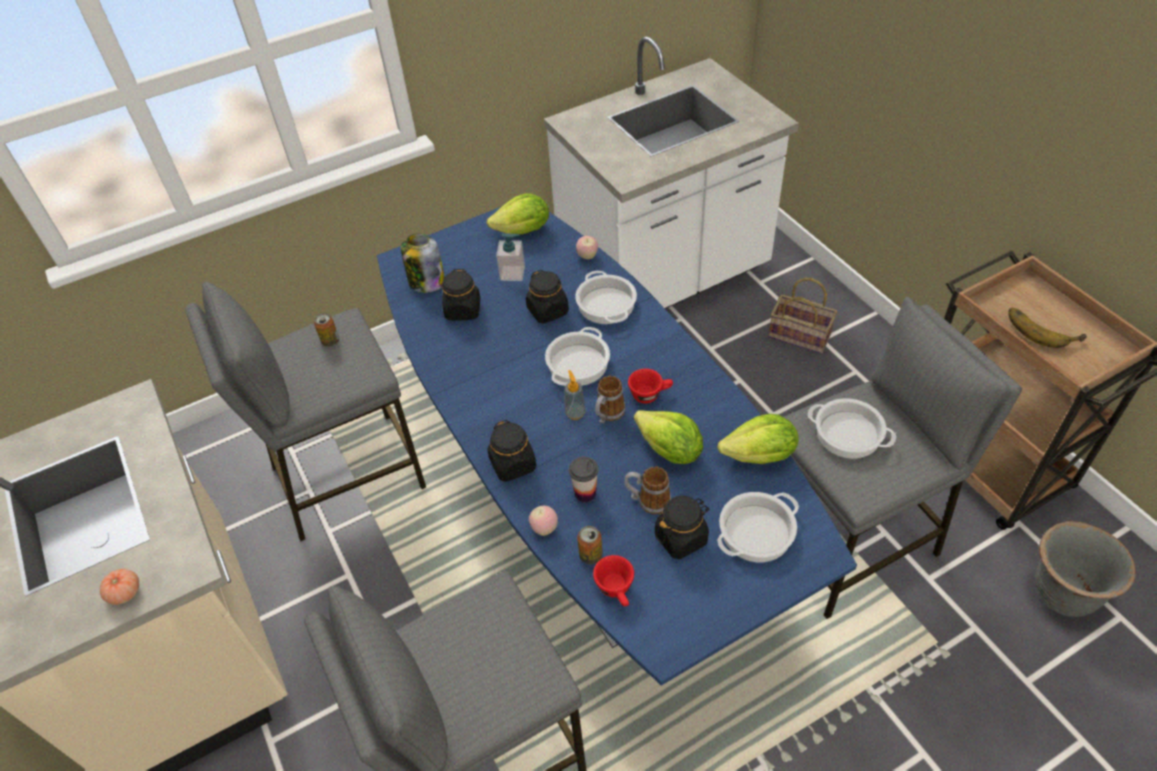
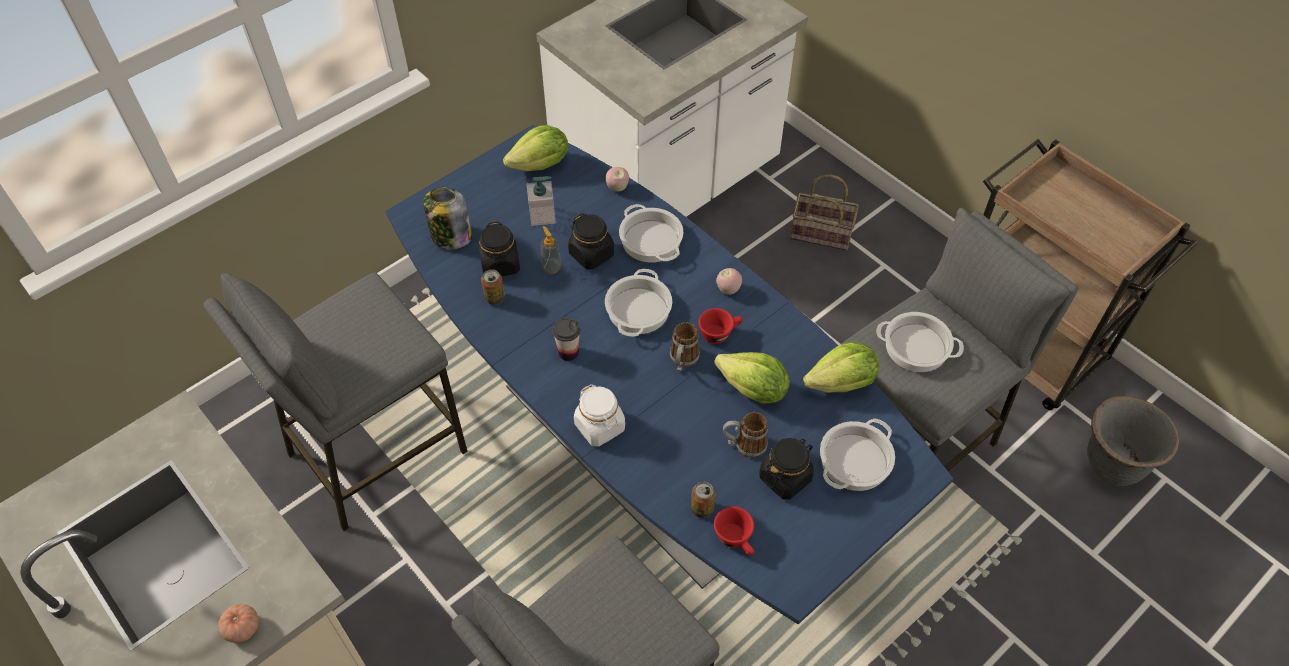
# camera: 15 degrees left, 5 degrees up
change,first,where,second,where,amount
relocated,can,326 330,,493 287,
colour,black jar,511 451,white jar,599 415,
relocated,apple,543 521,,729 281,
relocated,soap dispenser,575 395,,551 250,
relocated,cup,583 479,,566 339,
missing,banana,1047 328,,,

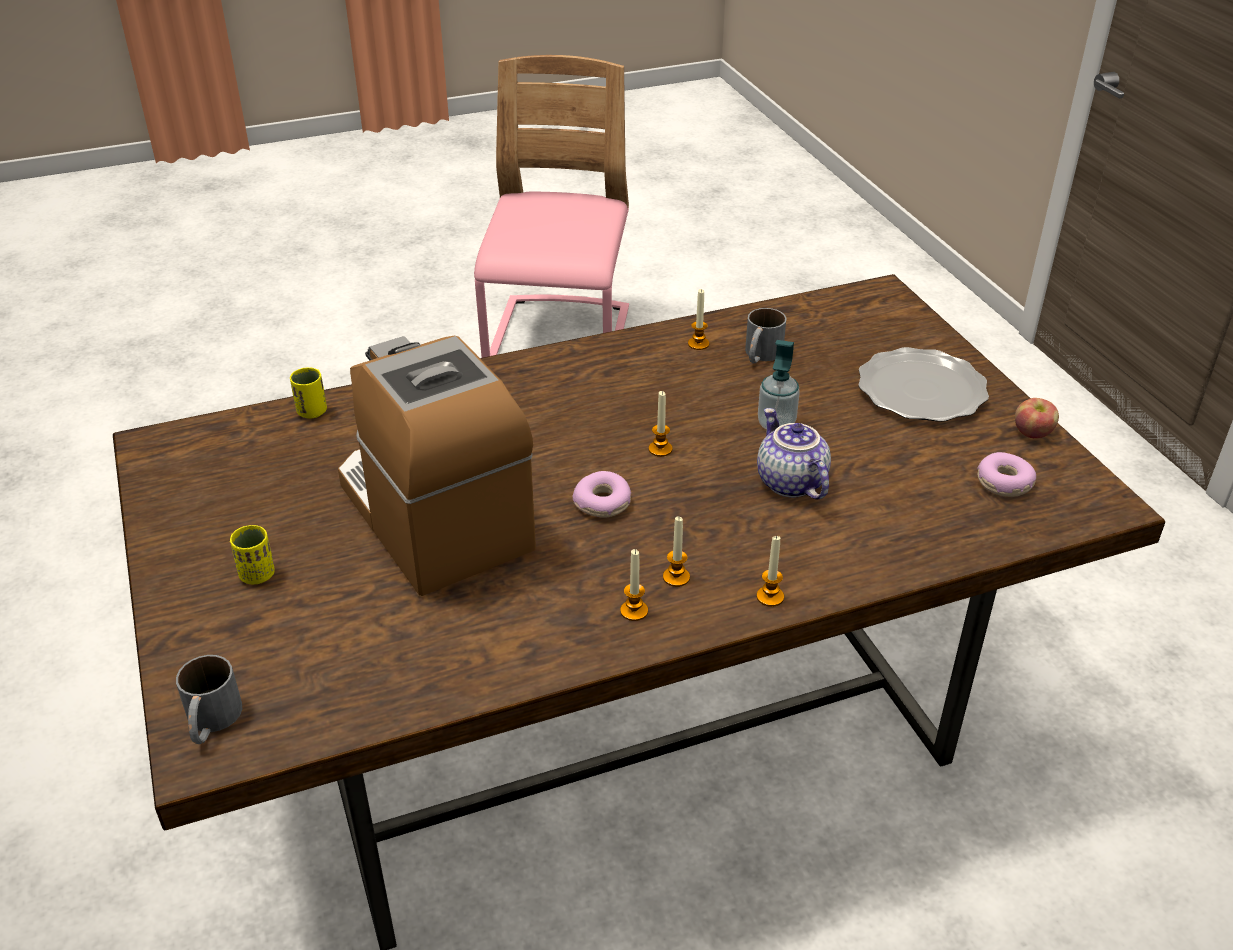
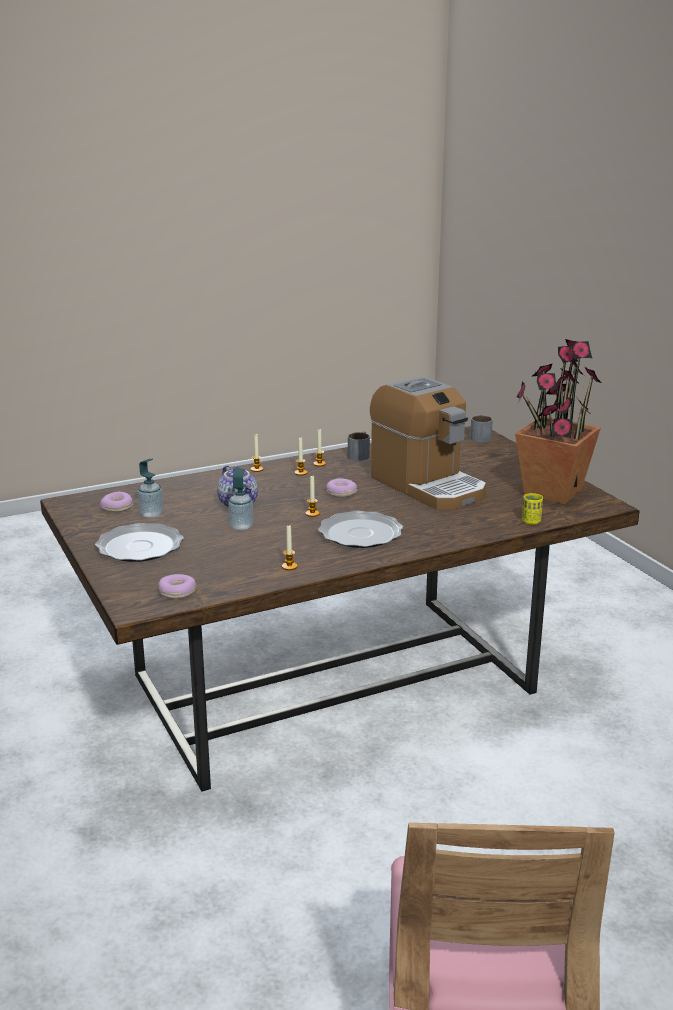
# camera: 175 degrees right, 15 degrees down
change,first,where,second,where,amount
missing,yellow cup,252 554,,,
relocated,grey mug,765 335,,359 446,
missing,apple,1037 418,,,
appeared,,,soap dispenser,150 488,
appeared,,,donut,178 586,
appeared,,,plate,360 529,
appeared,,,potted plant,558 421,

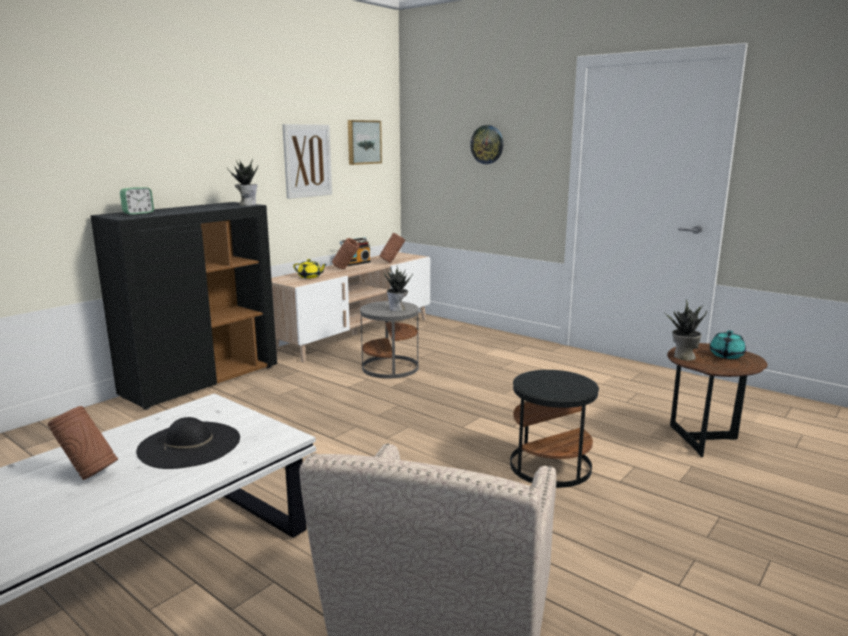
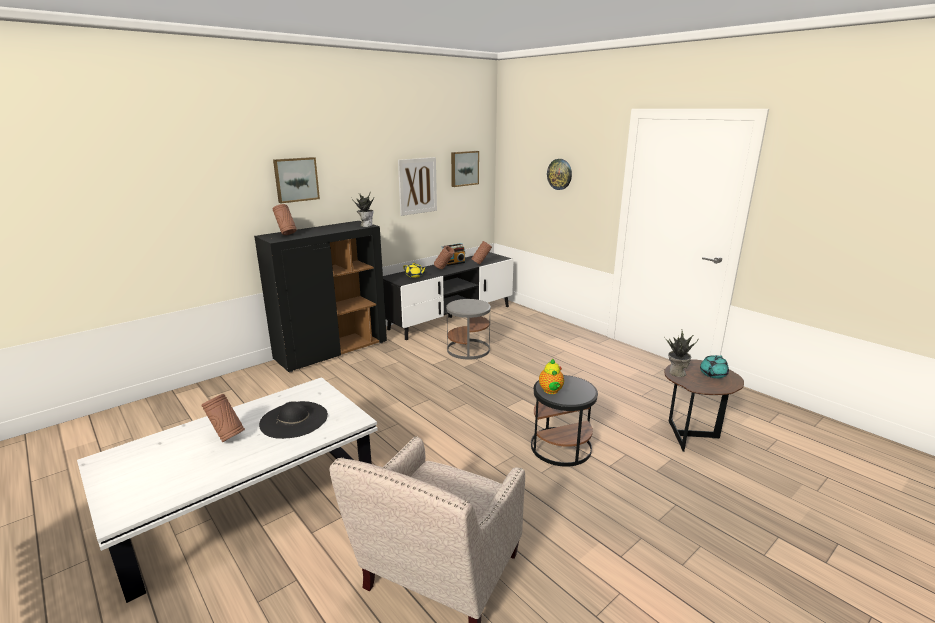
# camera: 10 degrees right, 5 degrees up
change,first,where,second,where,amount
exchanged,alarm clock,137 201,brown vase,285 219,
colour,beige tv stand,350 307,black tv stand,448 296,
missing,potted plant,398 290,,,
appeared,,,picture,296 180,
appeared,,,teapot,551 376,

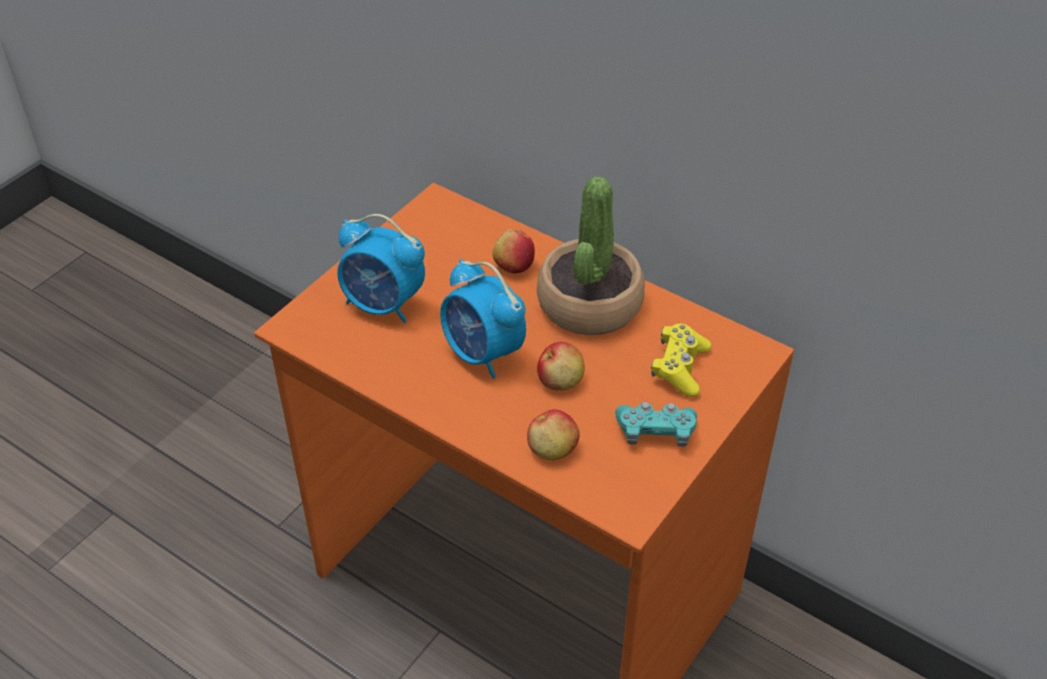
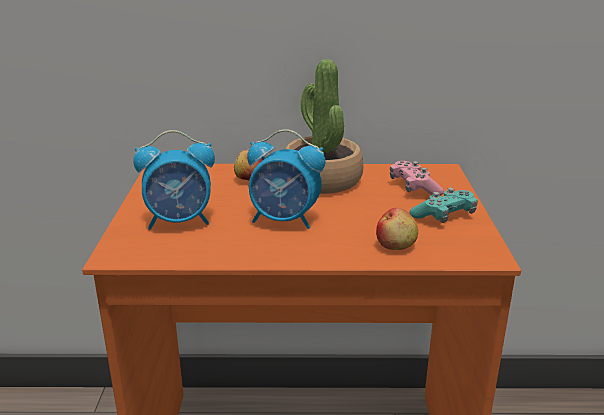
# camera: 35 degrees left, 20 degrees down
change,first,where,second,where,amount
missing,apple,560 366,,,
colour,yellow game controller,681 360,pink game controller,417 178,

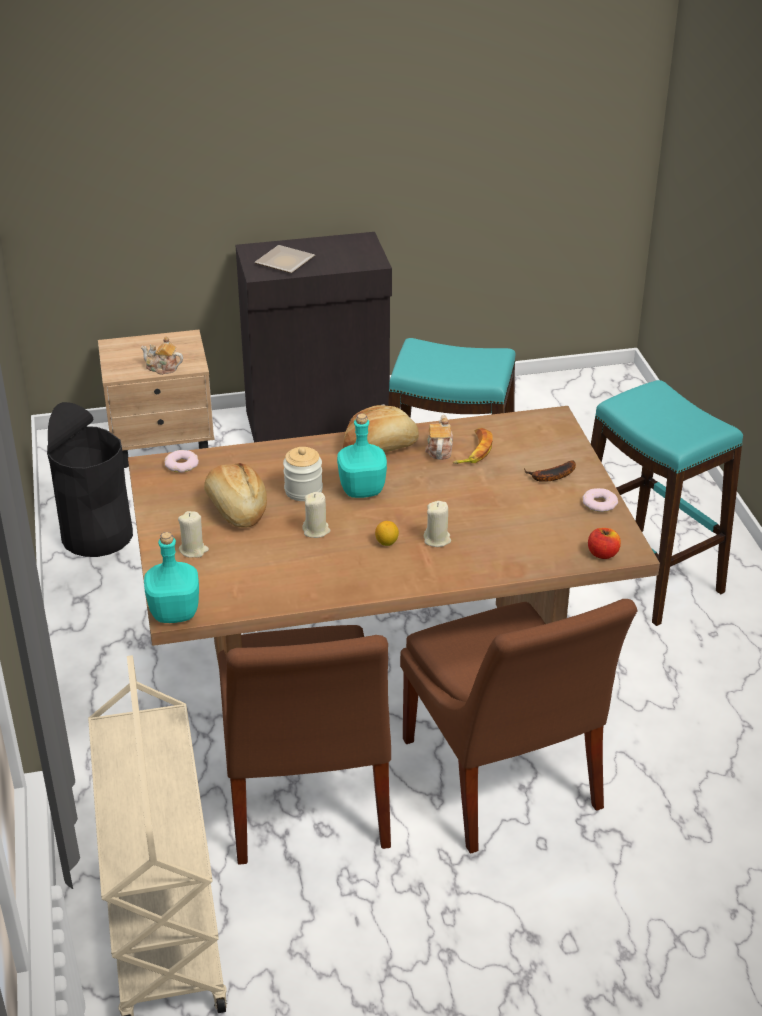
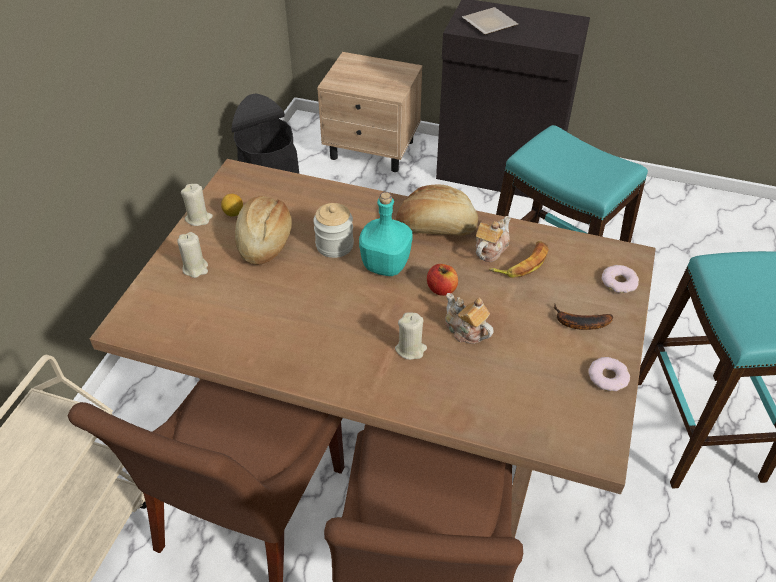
# camera: 30 degrees right, 10 degrees up
change,first,where,second,where,amount
relocated,teapot,162 355,,469 318,
missing,turquoise bottle,171 577,,,
relocated,donut,181 461,,620 279,
relocated,beige candle,316 515,,197 205,
relocated,lemon,387 533,,232 205,
relocated,apple,604 543,,442 280,

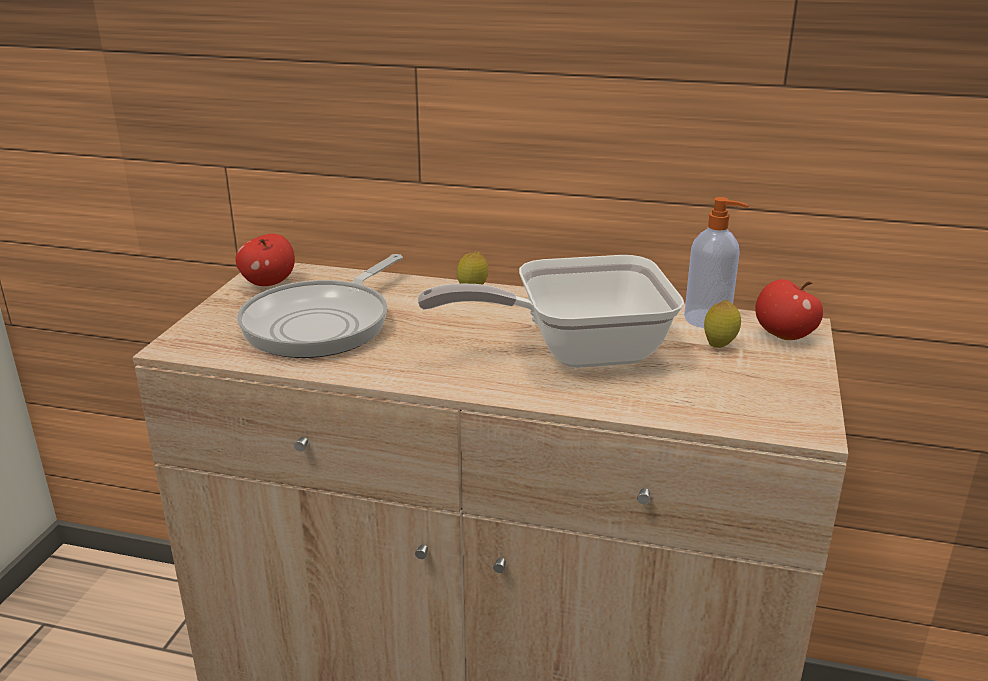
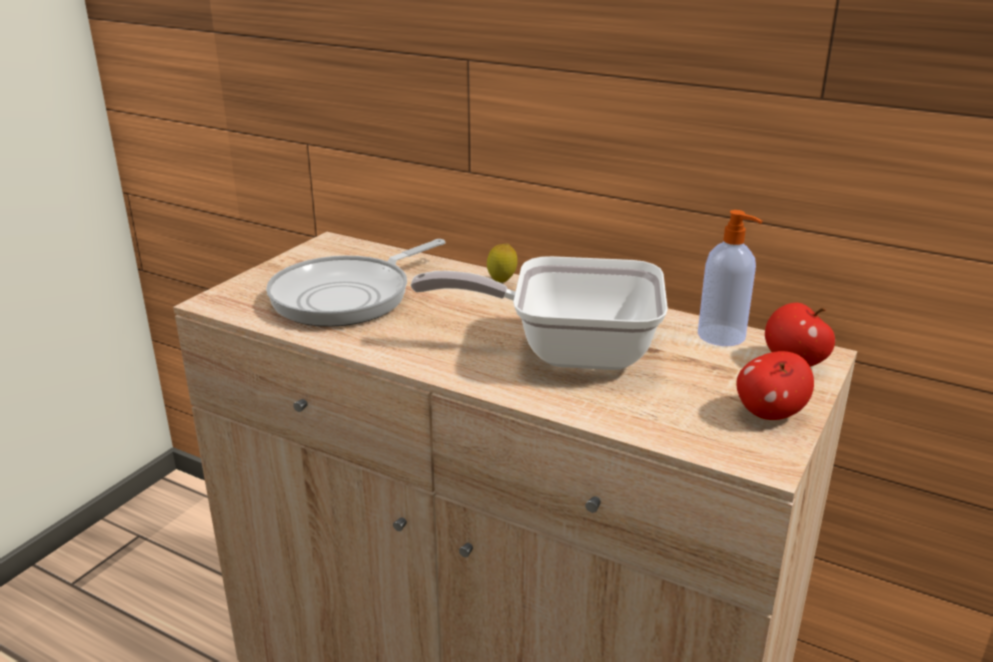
# camera: 15 degrees right, 0 degrees up
change,first,where,second,where,amount
relocated,apple,265 260,,775 385,
missing,lemon,722 324,,,

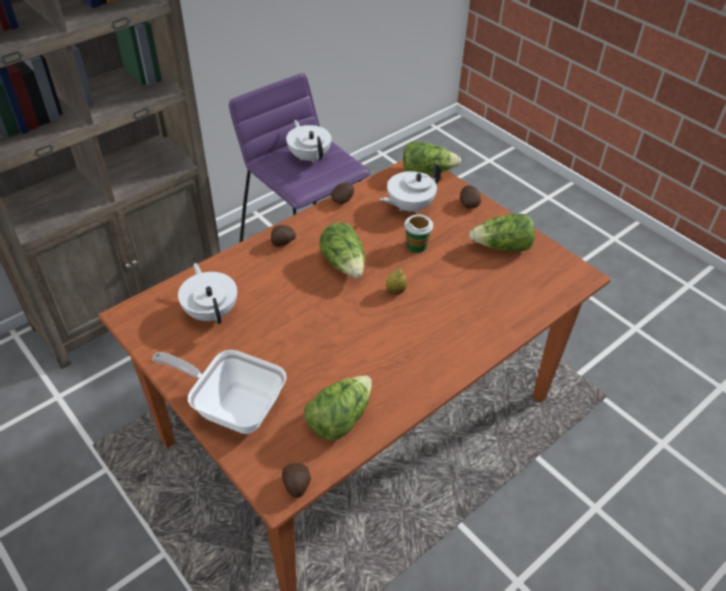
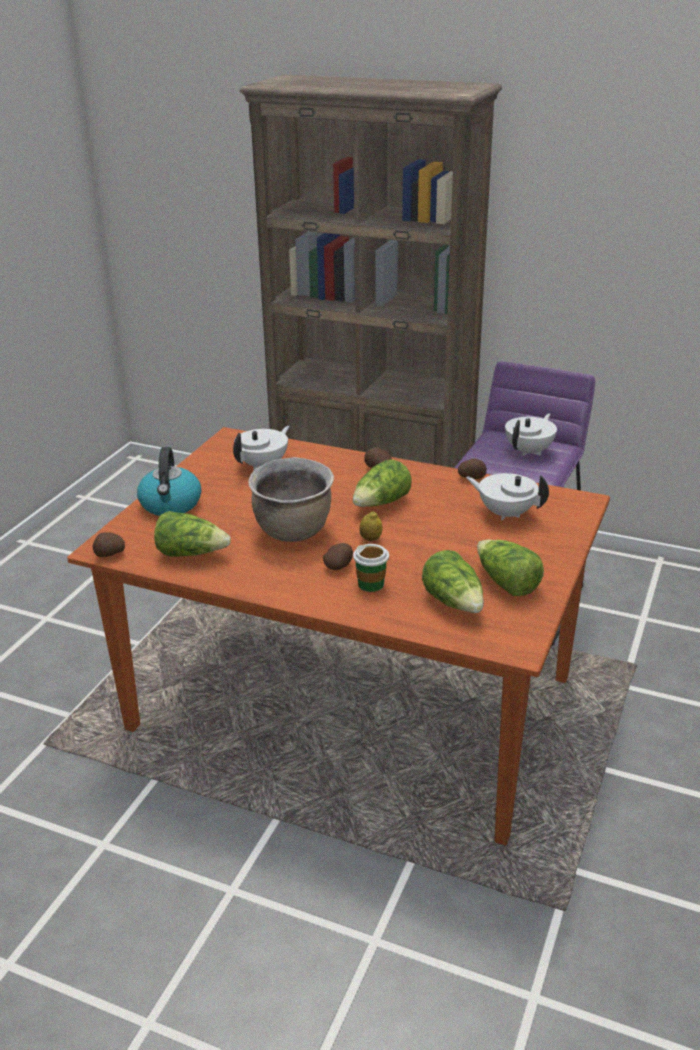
# camera: 65 degrees right, 15 degrees down
change,first,where,second,where,amount
exchanged,frying pan,219 392,kettle,169 481,
relocated,lettuce,432 158,,453 581,
relocated,cup,418 233,,371 568,
relocated,potato,470 197,,338 556,
appeared,,,brown cooking pot,291 499,

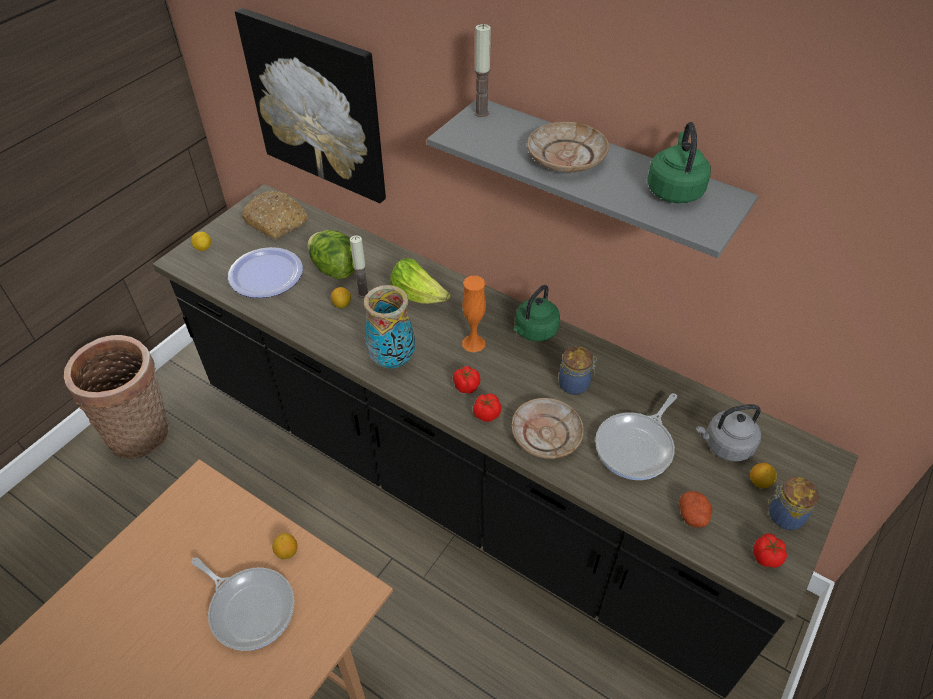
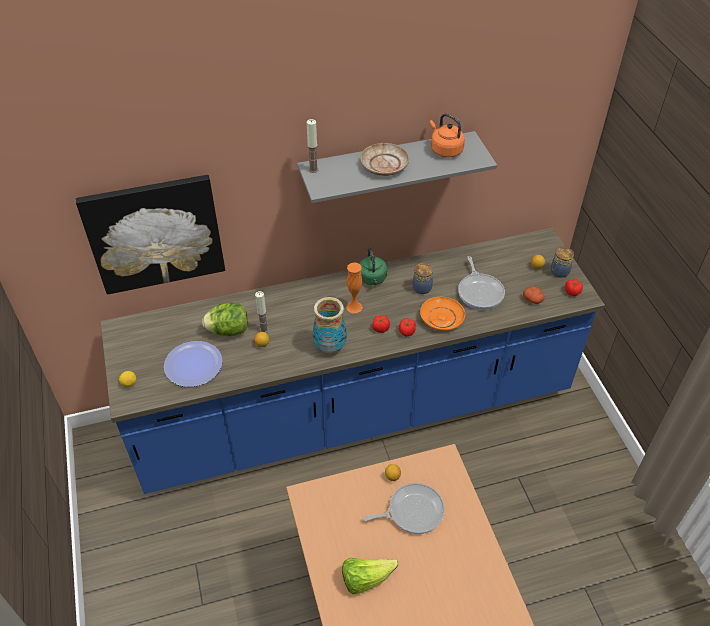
# camera: 50 degrees left, 0 degrees up
change,first,where,second,where,amount
missing,basket,116 397,,,
colour,black counter,505 441,blue counter,353 361,
missing,bread,275 215,,,
relocated,lettuce,420 281,,370 576,
colour,beige plate,548 428,orange plate,442 314,
colour,green kettle,679 162,orange kettle,447 135,
missing,grey kettle,728 433,,,

